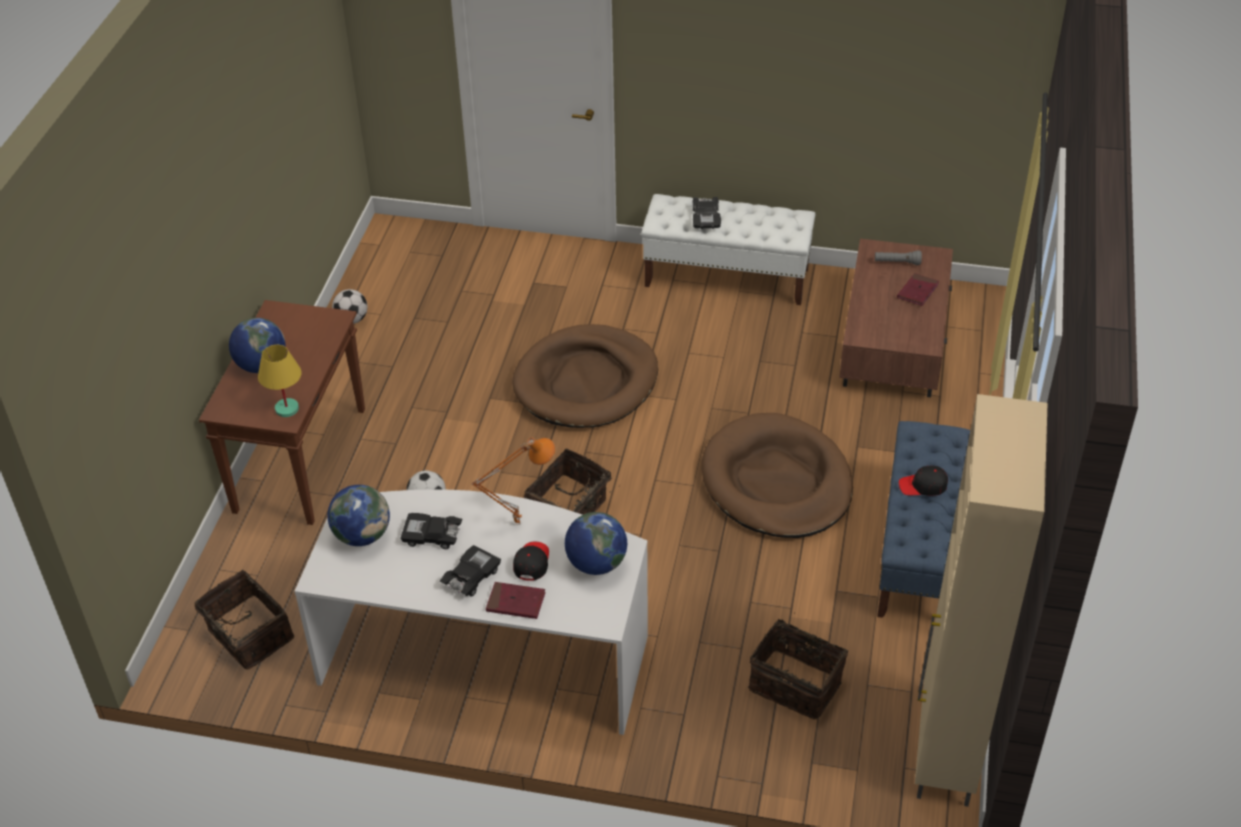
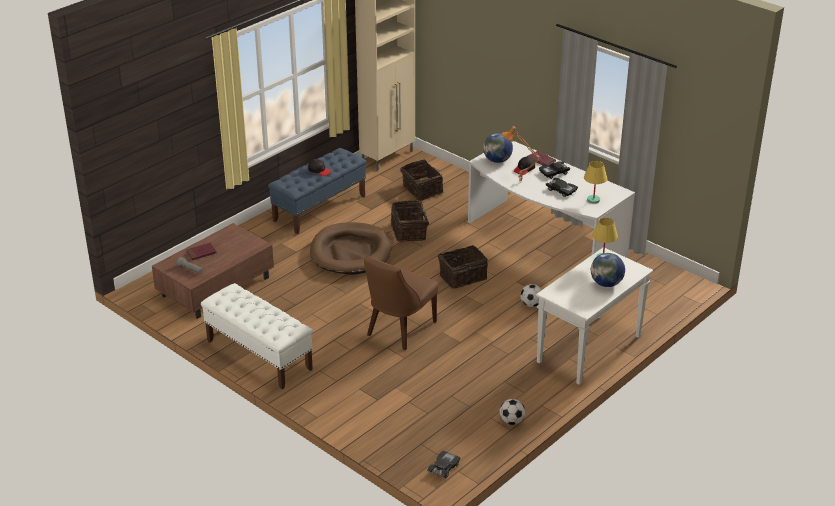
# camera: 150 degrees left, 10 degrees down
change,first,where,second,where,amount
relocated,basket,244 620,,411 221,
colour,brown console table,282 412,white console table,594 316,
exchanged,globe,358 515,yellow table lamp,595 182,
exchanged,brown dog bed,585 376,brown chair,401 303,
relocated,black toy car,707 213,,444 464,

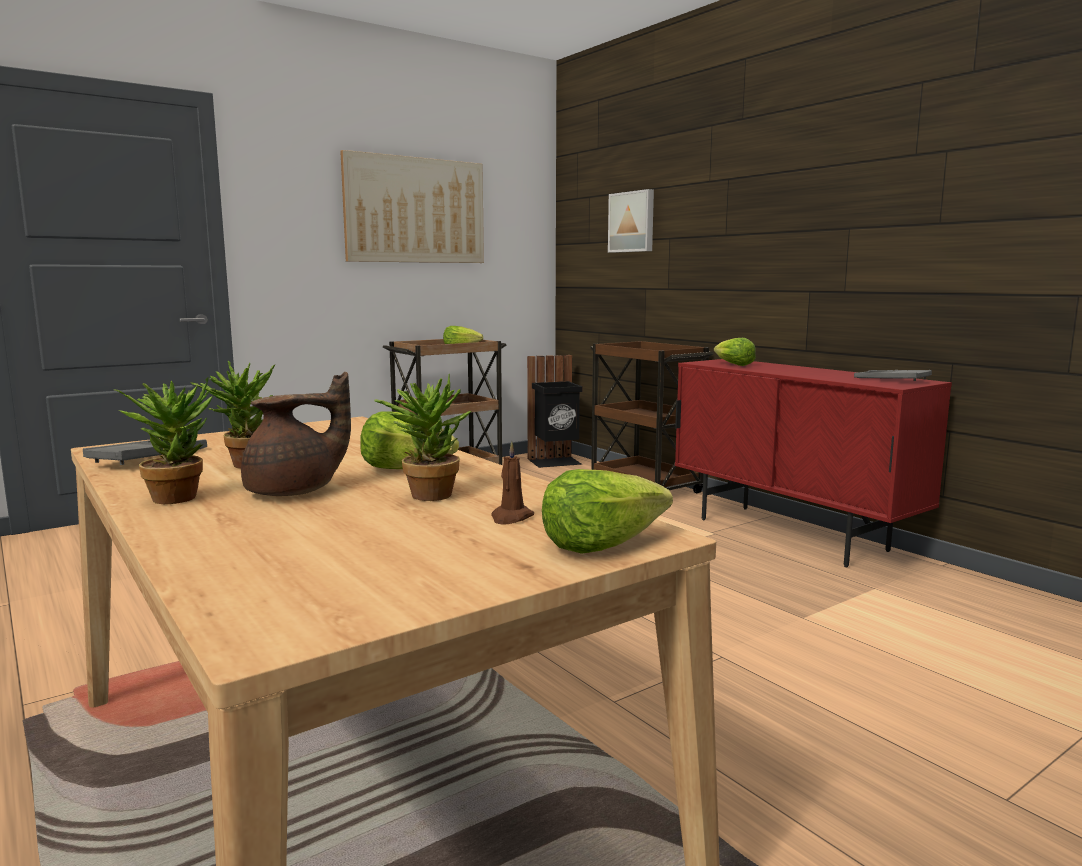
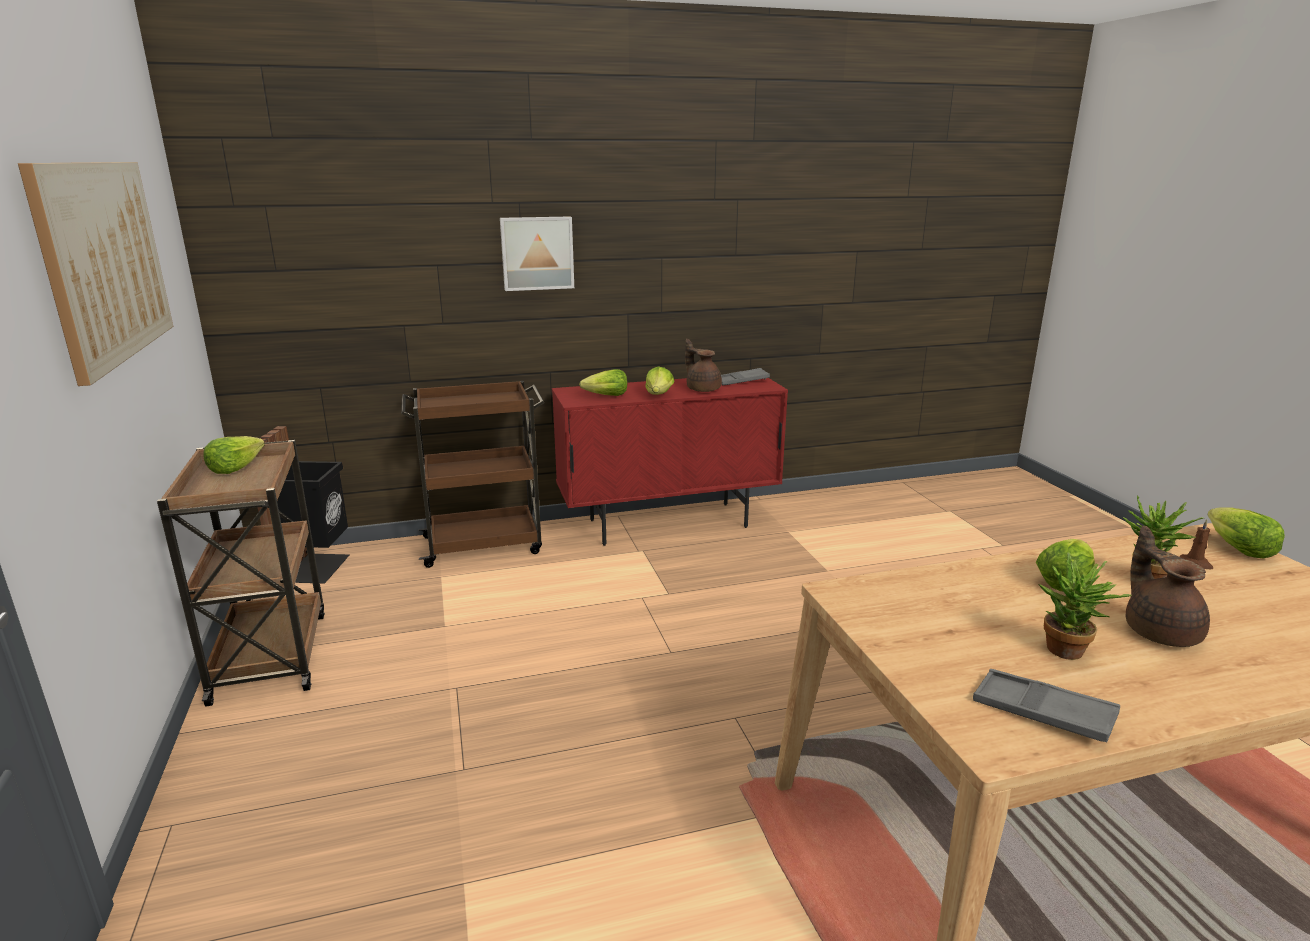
# camera: 70 degrees left, 10 degrees up
change,first,where,second,where,amount
missing,potted plant,163 440,,,
relocated,picture,631 221,,537 253,
appeared,,,lettuce,659 380,
appeared,,,brown teapot,703 365,

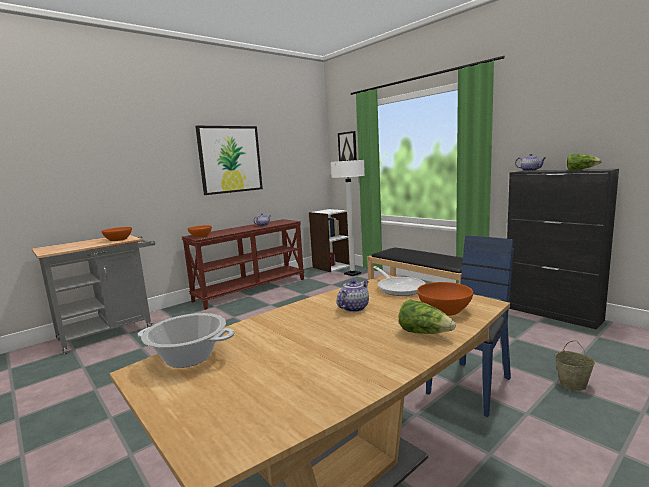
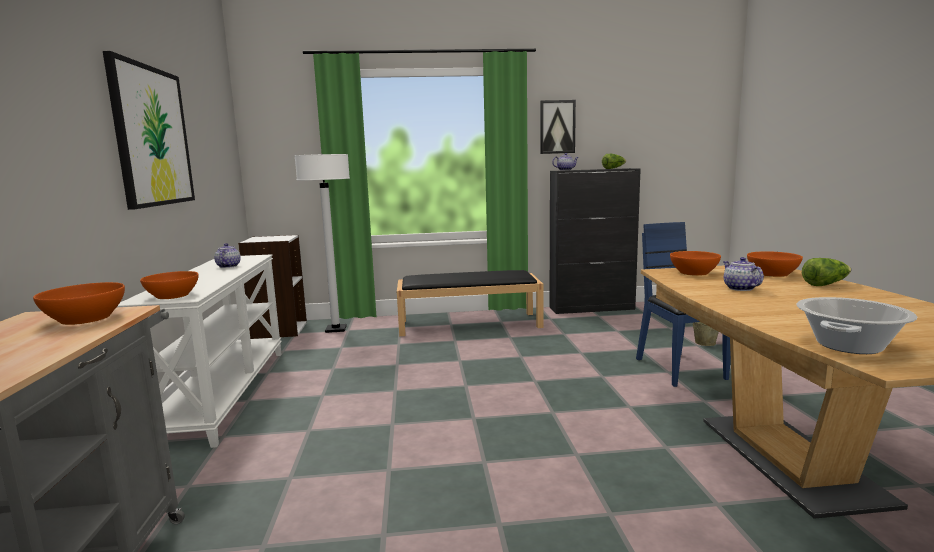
# camera: 55 degrees left, 0 degrees up
change,first,where,second,where,amount
colour,brown console table,243 264,white console table,199 351,
relocated,picture,347 146,,558 127,
exchanged,frying pan,399 281,orange bowl,695 263,

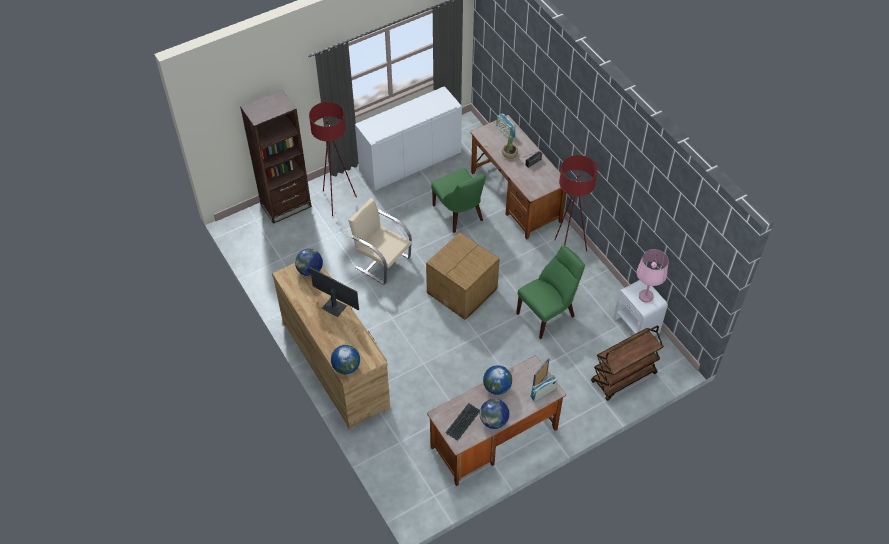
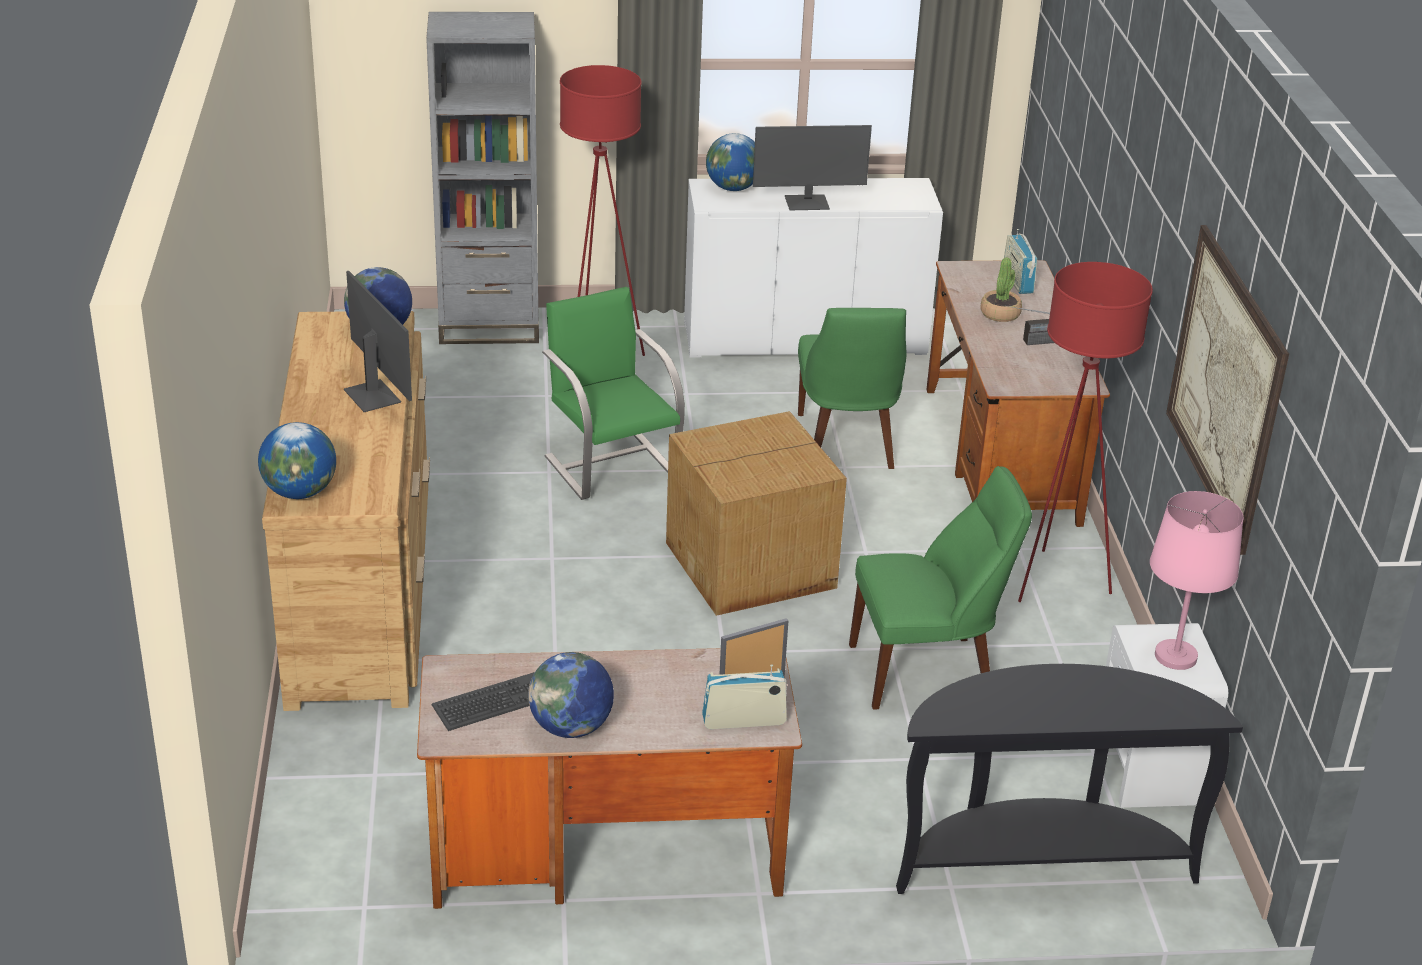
# camera: 25 degrees right, 20 degrees down
change,first,where,second,where,amount
colour,brown bookcase,276 156,grey bookcase,482 178,
colour,beige chair,380 241,green chair,613 393,
relocated,globe,497 380,,730 162,
exchanged,brown cart,627 363,black console table,1069 779,
appeared,,,monitor,812 167,
appeared,,,picture,1227 390,

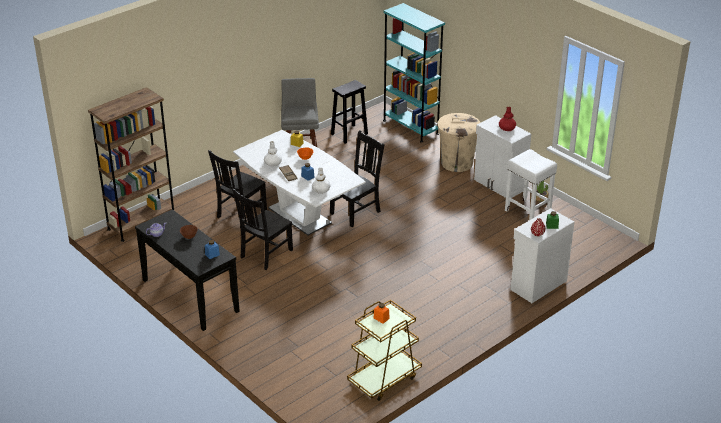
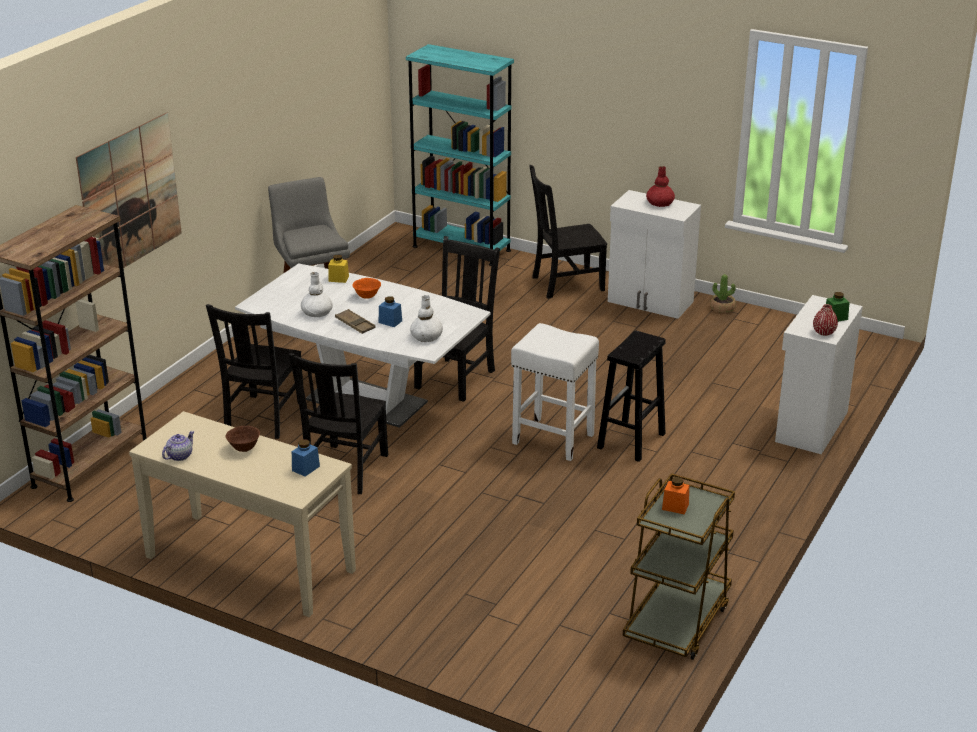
# camera: 20 degrees left, 5 degrees down
change,first,where,second,where,amount
colour,black console table,187 270,beige console table,242 514,
relocated,black stool,349 112,,631 396,
exchanged,beige trash can,459 142,black chair,568 232,
relocated,white stool,531 184,,555 392,
appeared,,,picture,129 190,

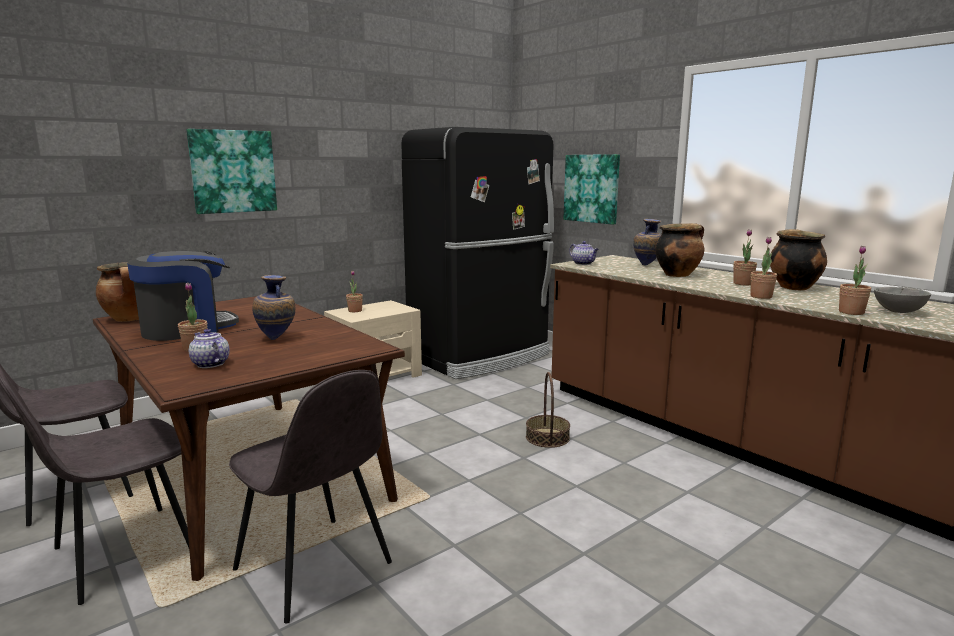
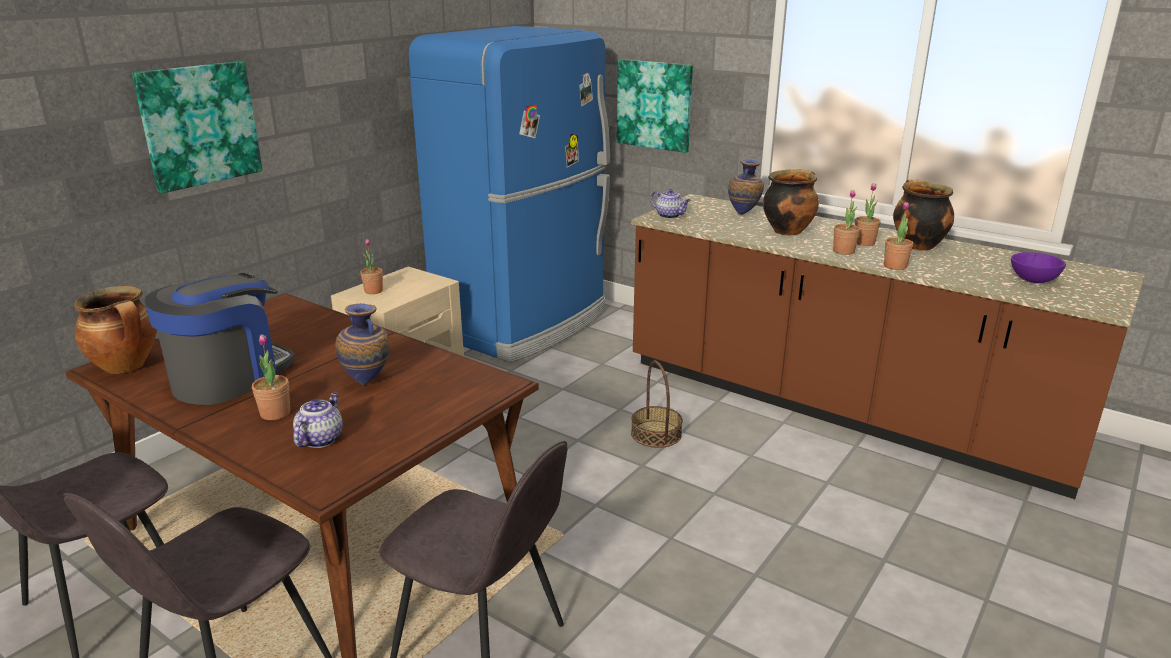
# camera: 15 degrees left, 10 degrees up
change,first,where,second,where,amount
spun,teapot,209 348,,318 420,75 degrees clockwise
colour,black fridge,477 253,blue fridge,509 194,
relocated,potted plant,855 280,,846 222,
colour,grey bowl,902 300,purple bowl,1038 267,

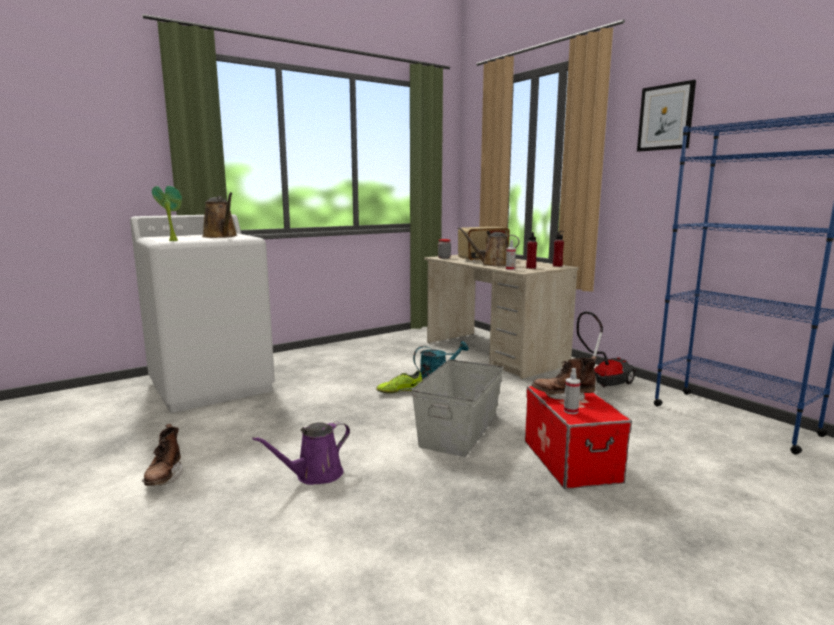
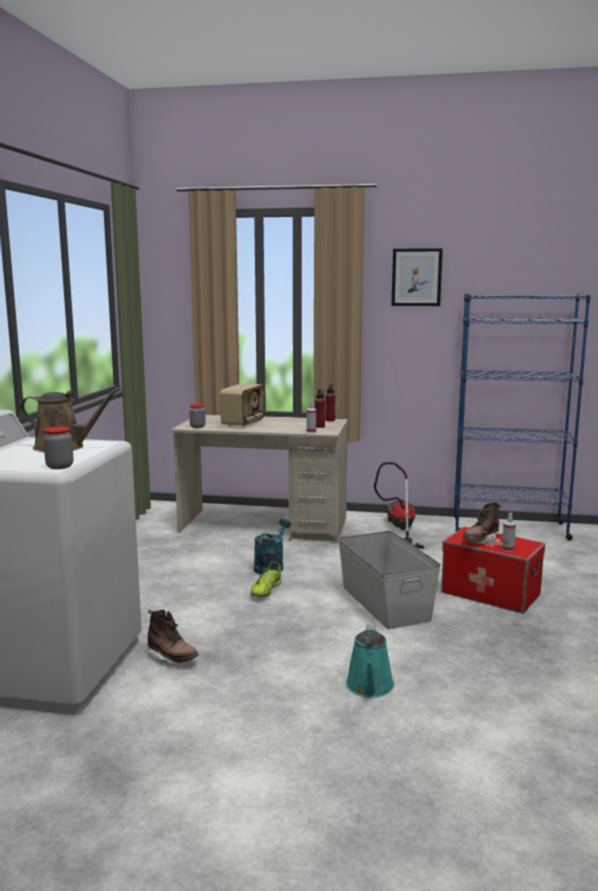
# camera: 45 degrees left, 0 degrees up
change,first,where,second,where,amount
relocated,brown boot,162 455,,173 637,
exchanged,potted plant,167 213,jar,58 447,
colour,purple watering can,301 453,turquoise watering can,370 661,
missing,brown watering can,489 246,,,

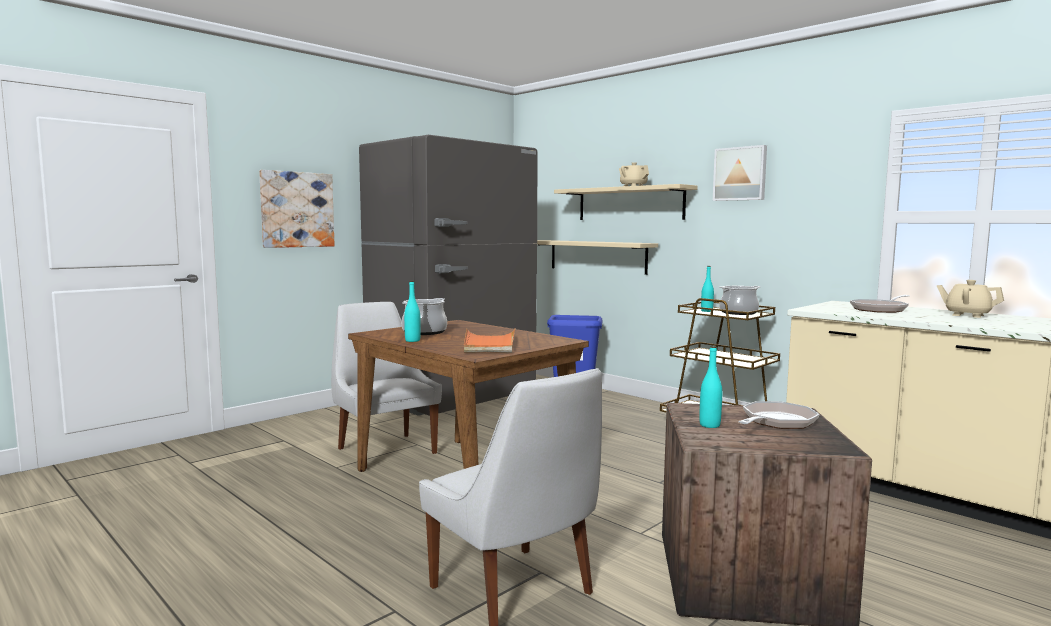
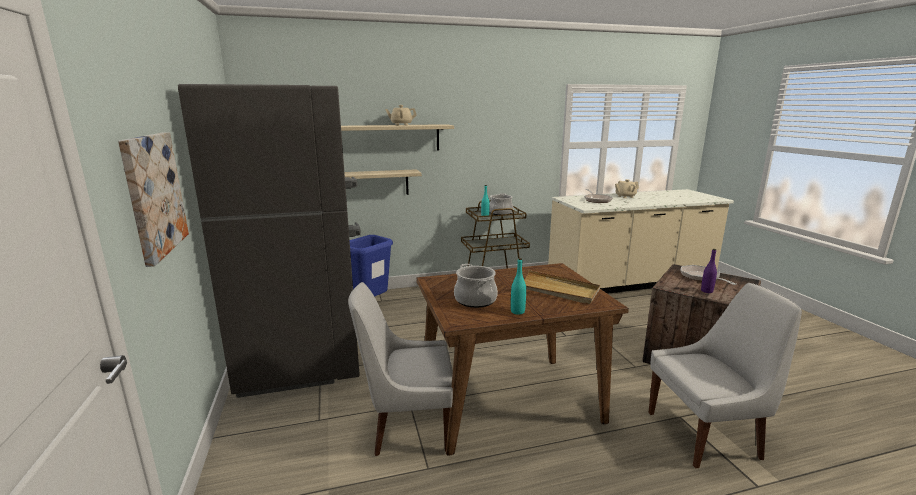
# camera: 60 degrees left, 10 degrees up
change,first,where,second,where,amount
colour,orange tray,489 340,beige tray,562 287,
colour,turquoise bottle,710 387,purple bottle,709 271,
missing,picture,740 173,,,

